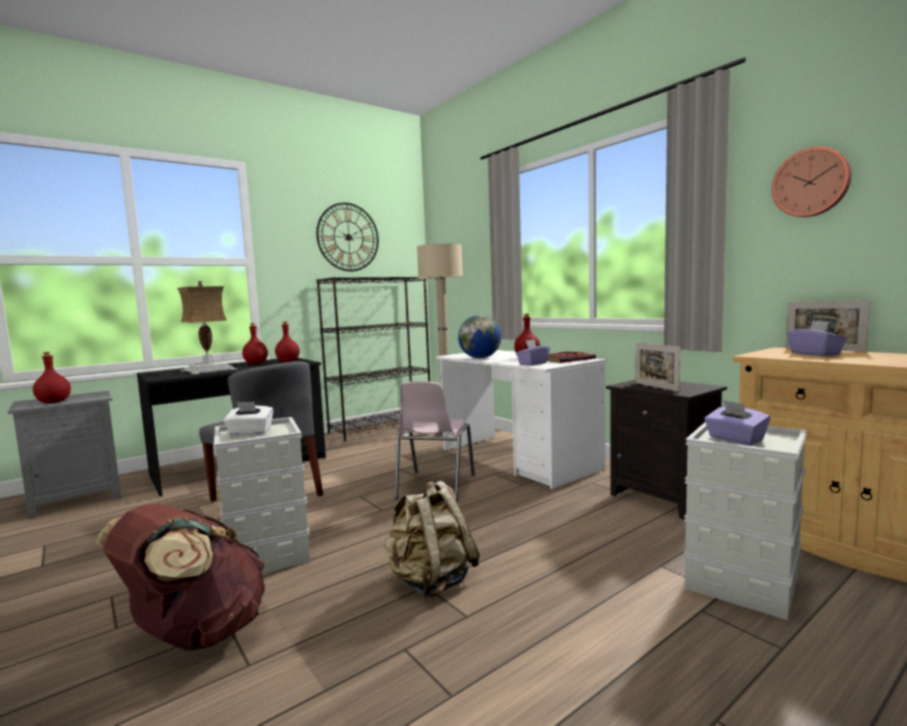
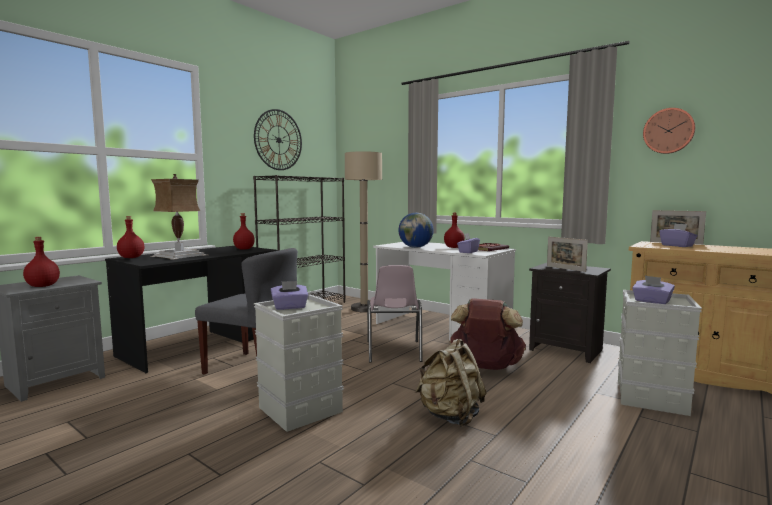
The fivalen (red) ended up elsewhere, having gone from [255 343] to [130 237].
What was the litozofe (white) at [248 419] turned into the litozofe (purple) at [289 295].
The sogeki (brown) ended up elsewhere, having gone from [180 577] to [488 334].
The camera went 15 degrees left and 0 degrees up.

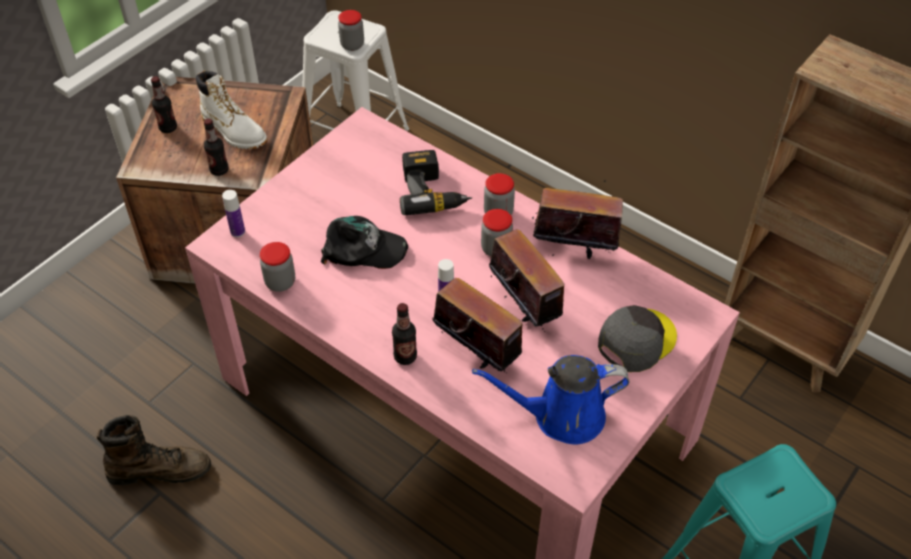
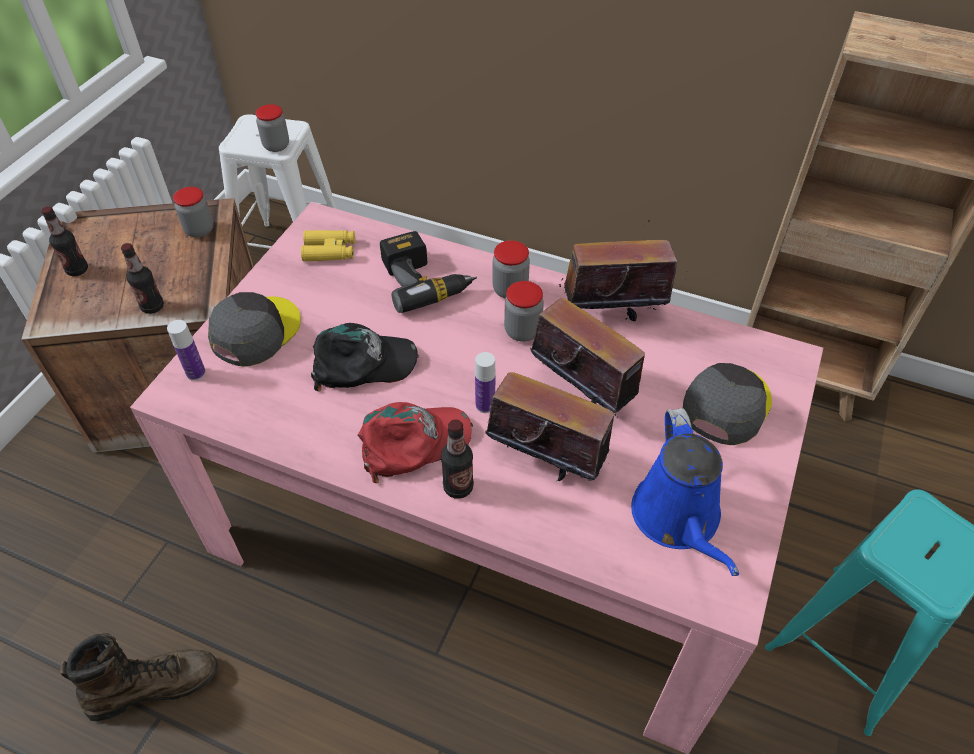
The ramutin ended up elsewhere, having gone from [277 267] to [193 212].
The second view gained the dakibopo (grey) at [254 329].
The second view gained the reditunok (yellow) at [328 245].
The second view gained the dakibopo (red) at [415 442].
The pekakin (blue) at [550 399] ended up facing another way, 75 degrees counterclockwise from before.
The second view lost the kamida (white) at [231 110].
The camera went 15 degrees left and 0 degrees up.

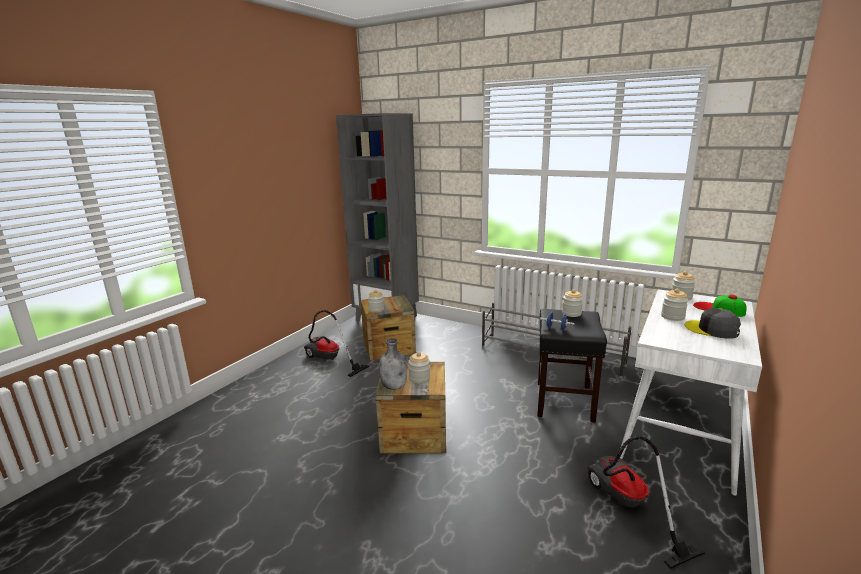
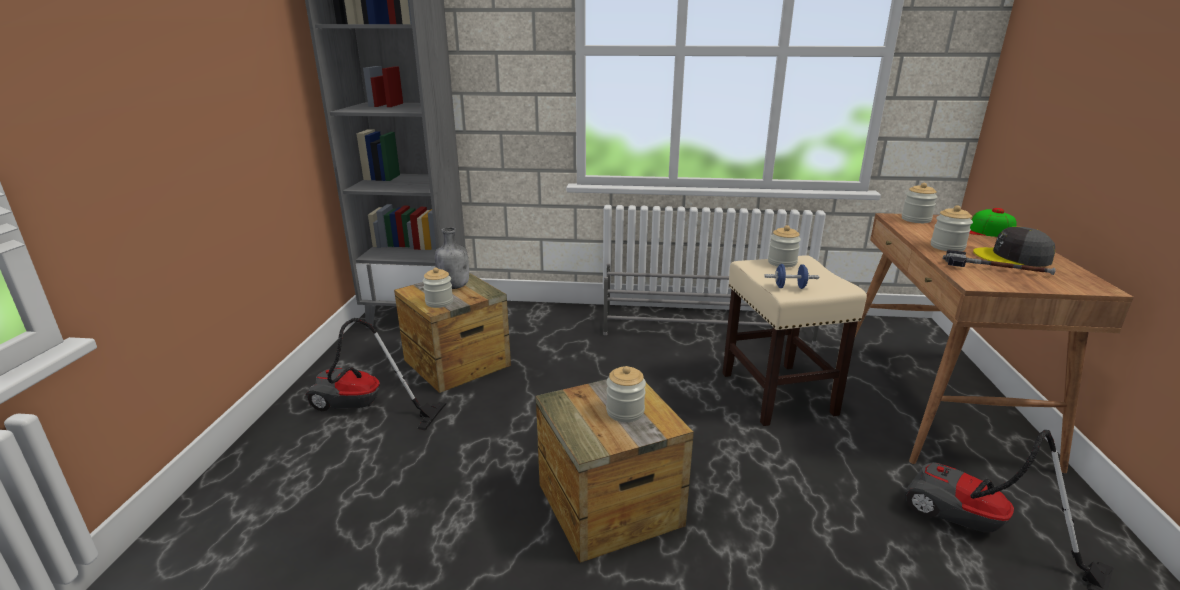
The fivalen (grey) ended up elsewhere, having gone from [393 364] to [452 258].
What was the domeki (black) at [572 366] turned into the domeki (beige) at [794 340].
What was the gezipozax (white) at [691 392] turned into the gezipozax (brown) at [994 343].
The second view gained the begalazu at [999 262].
The camera went 25 degrees left and 5 degrees up.

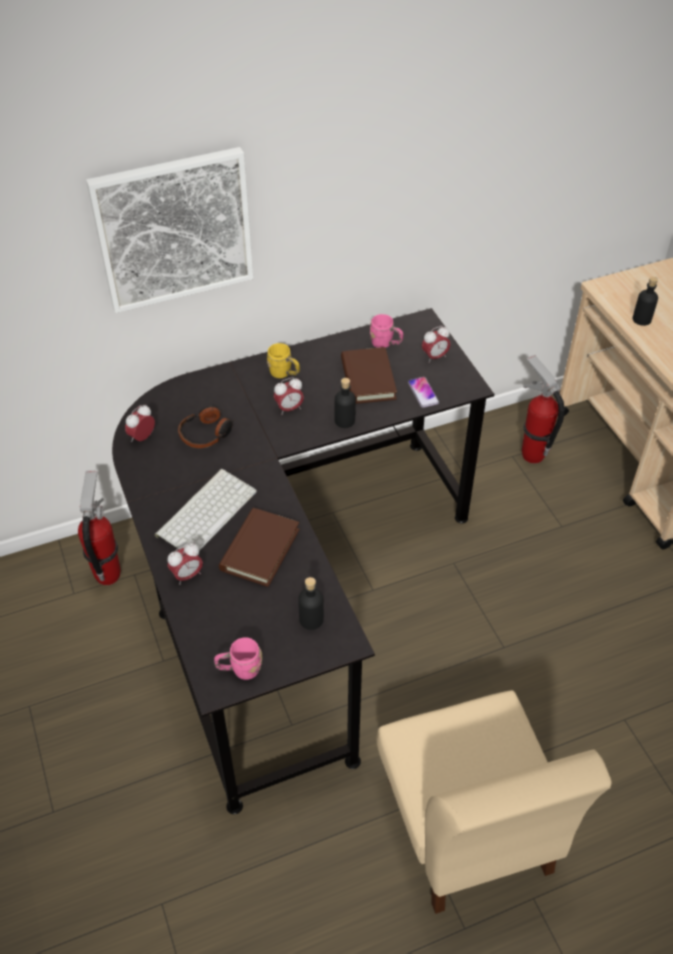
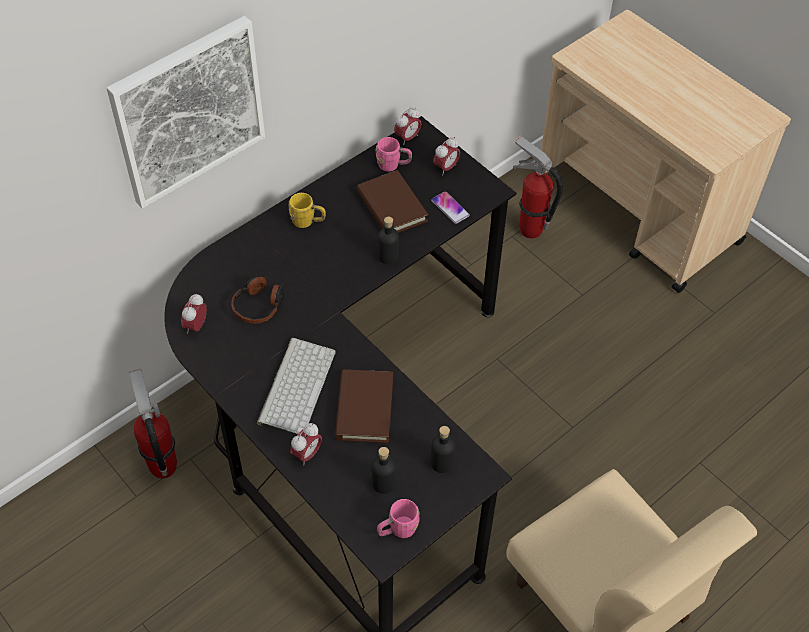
The fivalen (black) ended up elsewhere, having gone from [645 301] to [384 470].
The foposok ended up elsewhere, having gone from [289 396] to [407 126].
The camera went 20 degrees left and 5 degrees up.

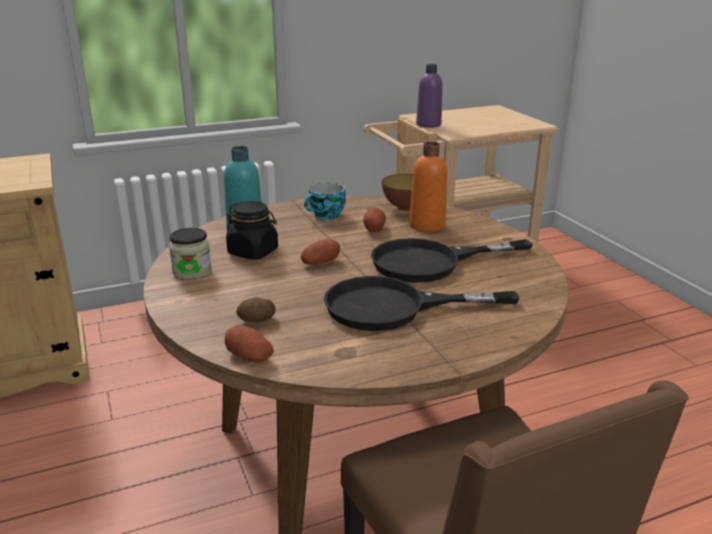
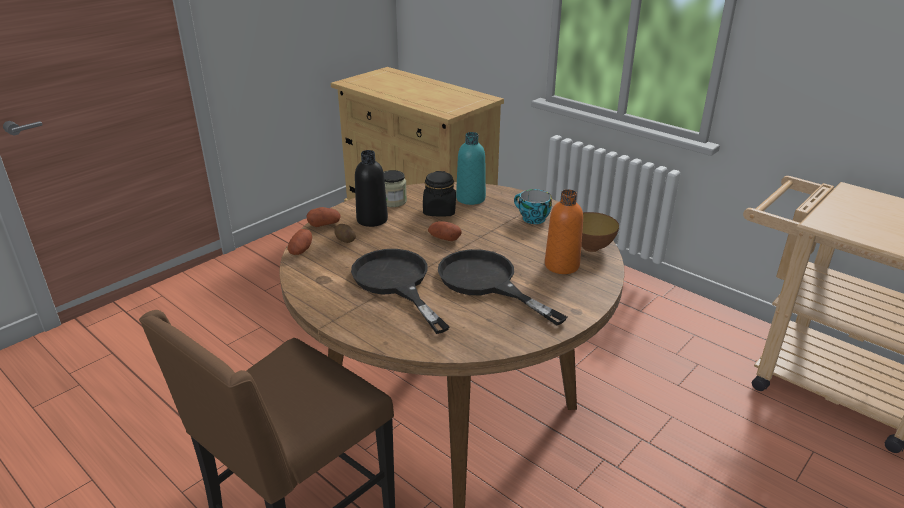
The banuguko ended up elsewhere, having gone from [374 220] to [323 217].
The second view gained the fivalen (black) at [371 188].
The second view lost the fivalen (purple) at [429 96].
The camera went 65 degrees right and 5 degrees up.

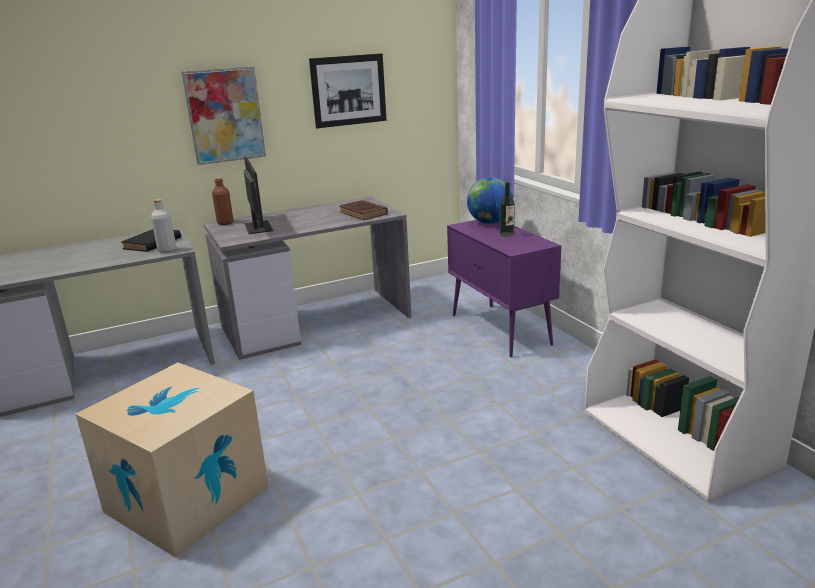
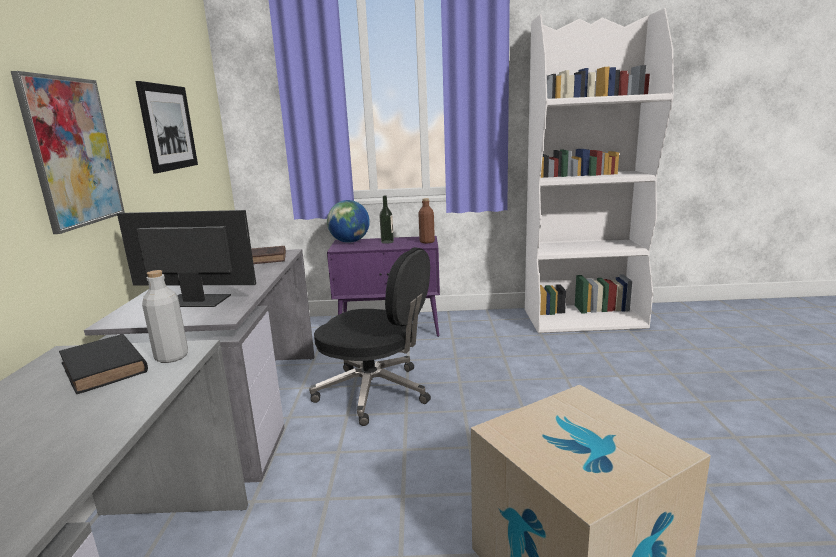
The second view gained the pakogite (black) at [370 336].
The fivalen (brown) ended up elsewhere, having gone from [223 201] to [426 220].
The camera went 65 degrees left and 5 degrees down.

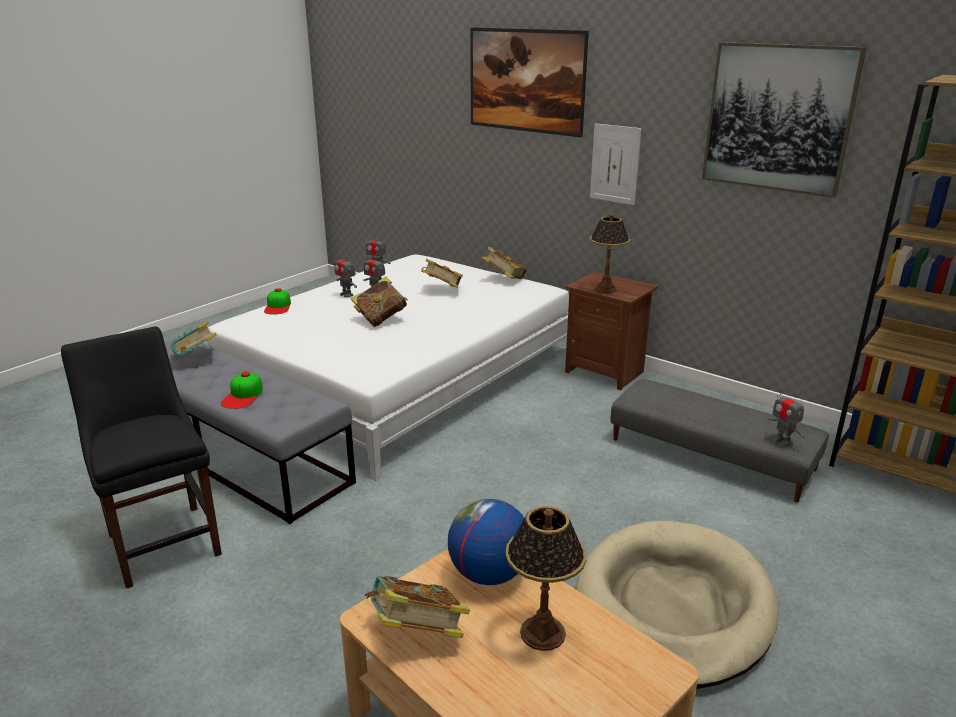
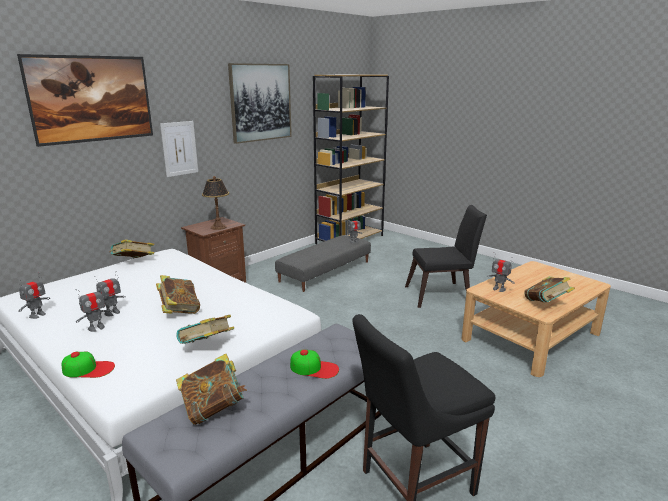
The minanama ended up elsewhere, having gone from [442 273] to [205 329].
Where the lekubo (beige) stood at [677 605], the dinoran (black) came to stand at [446 256].
Where the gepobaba stood at [486 542], the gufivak came to stand at [501 272].
The second view lost the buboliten at [546 578].
The camera went 85 degrees left and 5 degrees down.

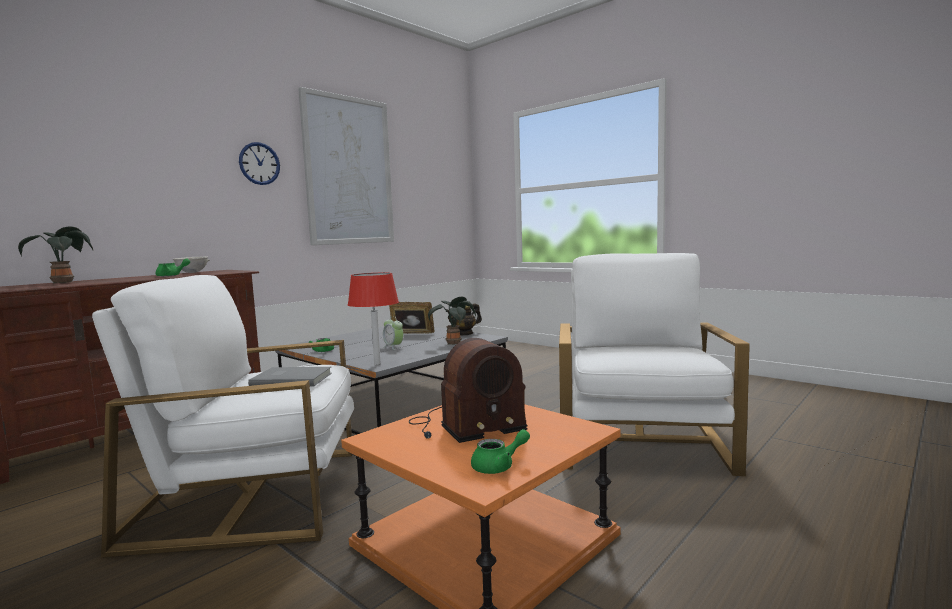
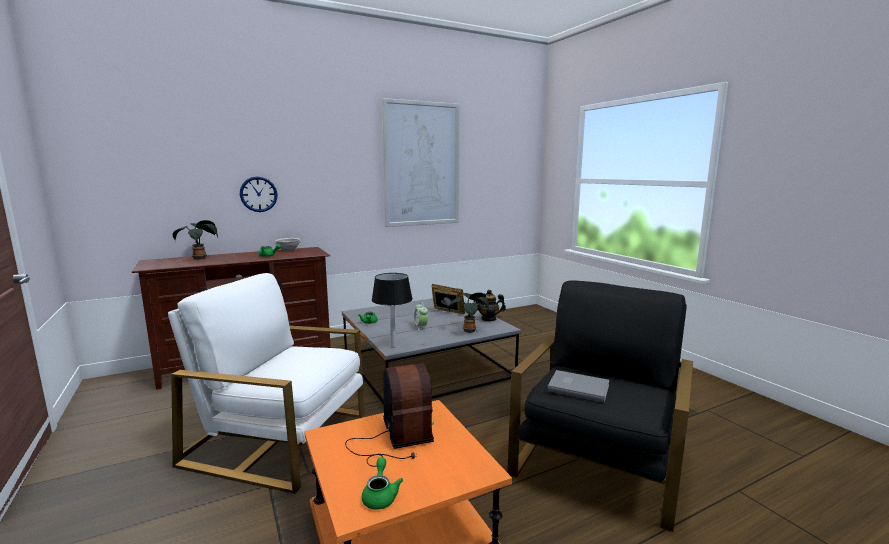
The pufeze ended up elsewhere, having gone from [259 163] to [259 194].
The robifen at [468 390] ended up facing another way, 105 degrees counterclockwise from before.
The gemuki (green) at [500 451] ended up facing another way, 90 degrees counterclockwise from before.
What was the buboliten (red) at [373 319] turned into the buboliten (black) at [392 310].
What was the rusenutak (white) at [654 364] turned into the rusenutak (black) at [600 406].
The minanama (grey) ended up elsewhere, having gone from [290 377] to [578 386].
The camera went 20 degrees right and 5 degrees up.

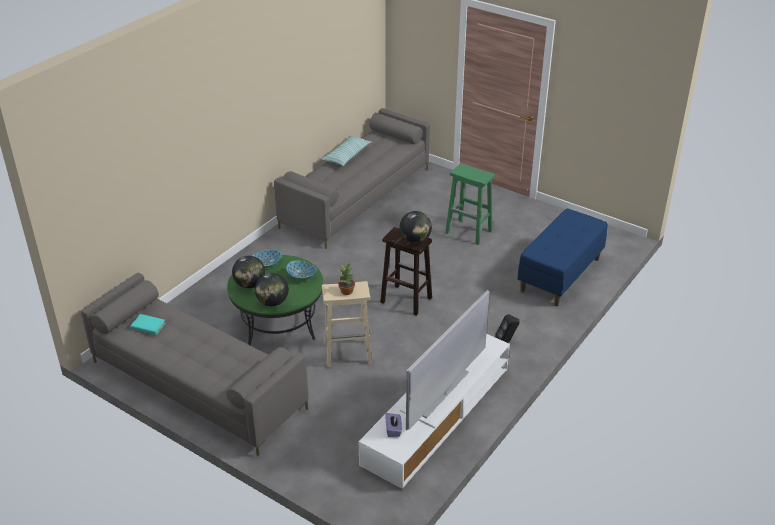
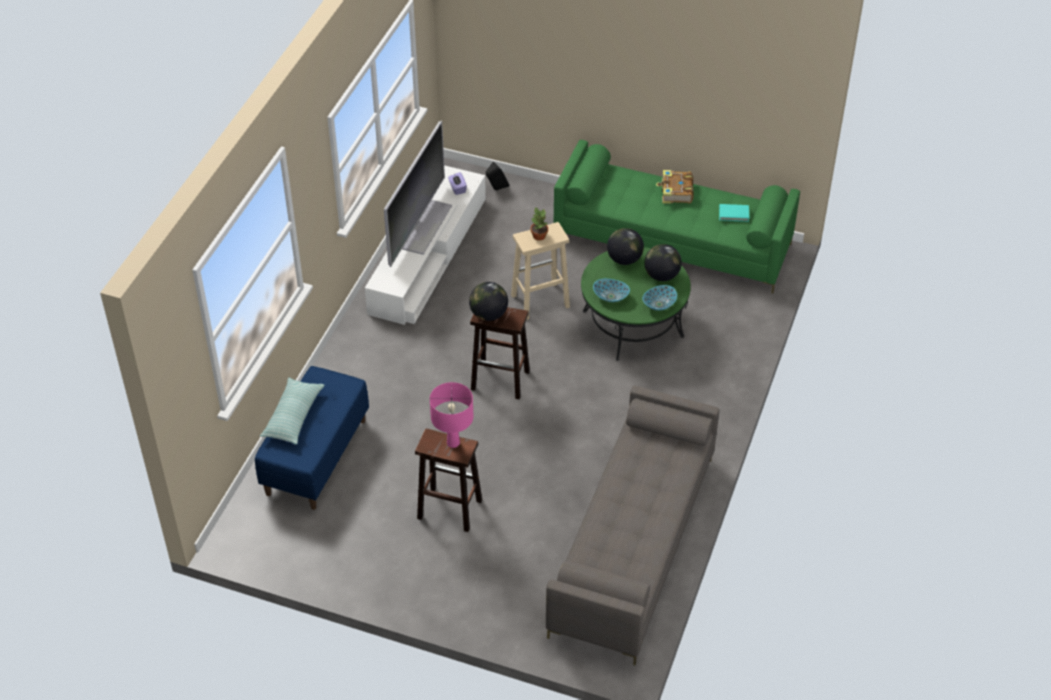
The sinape ended up elsewhere, having gone from [346 150] to [292 411].
What was the domeki (green) at [470 204] turned into the domeki (brown) at [448 480].
The second view gained the buboliten (pink) at [452 415].
The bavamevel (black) ended up elsewhere, having gone from [507 328] to [497 176].
What was the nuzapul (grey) at [195 364] turned into the nuzapul (green) at [677 217].
The second view gained the minanama at [675 187].
The camera went 165 degrees right and 10 degrees up.

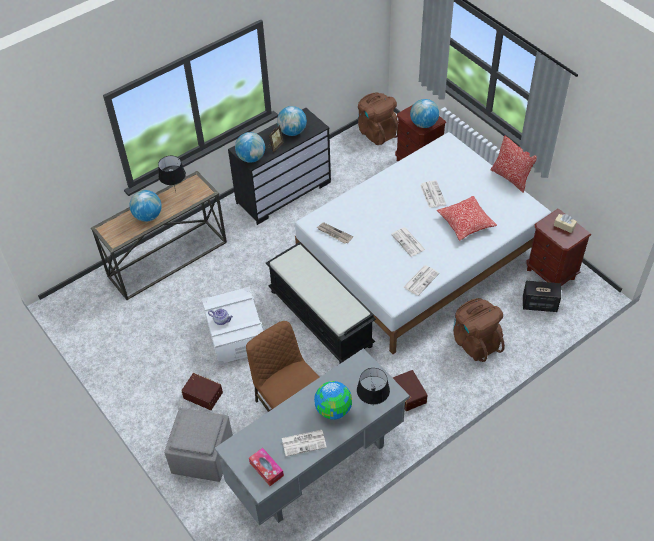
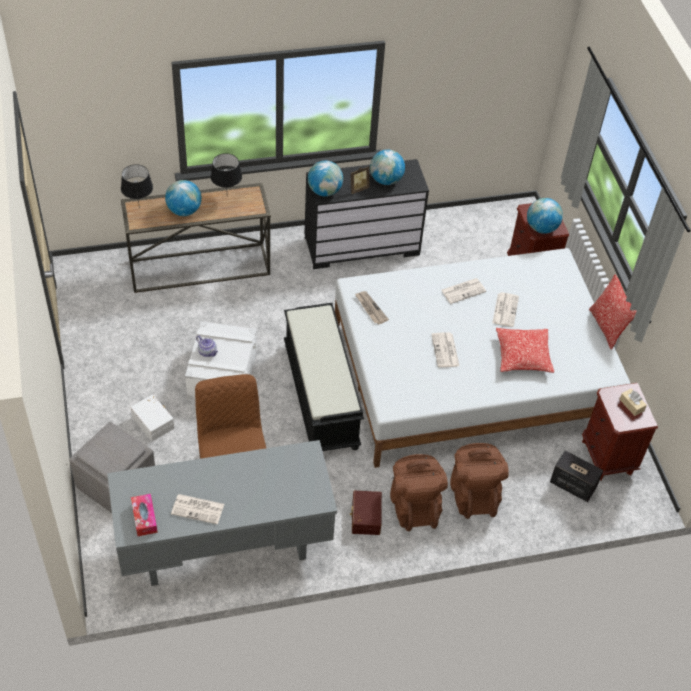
The buboliten (black) ended up elsewhere, having gone from [373 386] to [137 186].
What was the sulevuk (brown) at [202 391] turned into the sulevuk (white) at [152 417].
The sogeki (brown) ended up elsewhere, having gone from [378 118] to [419 492].
The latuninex ended up elsewhere, having gone from [421 280] to [463 291].
The second view lost the gepobaba at [333 400].
The camera went 20 degrees right and 0 degrees up.

